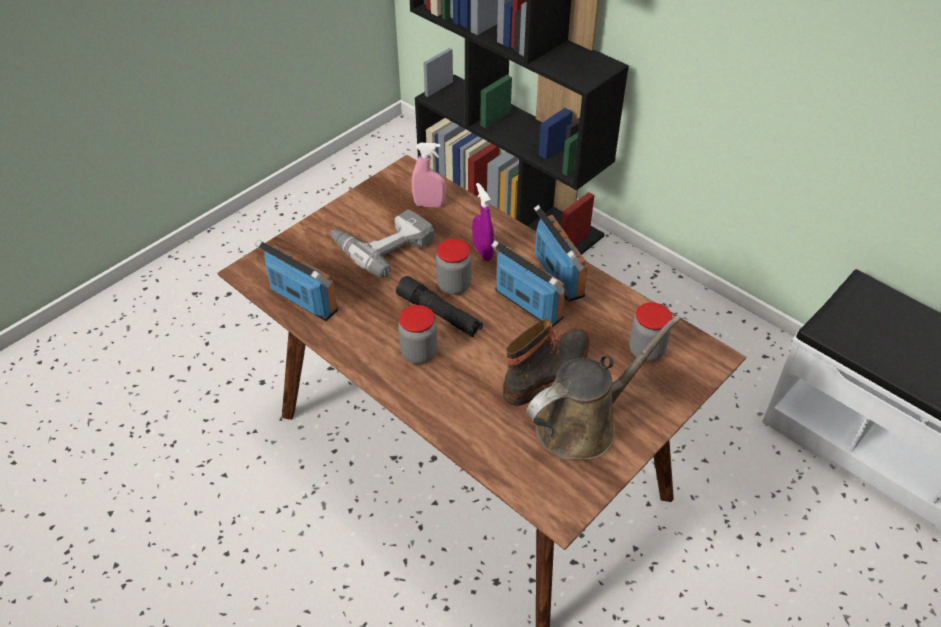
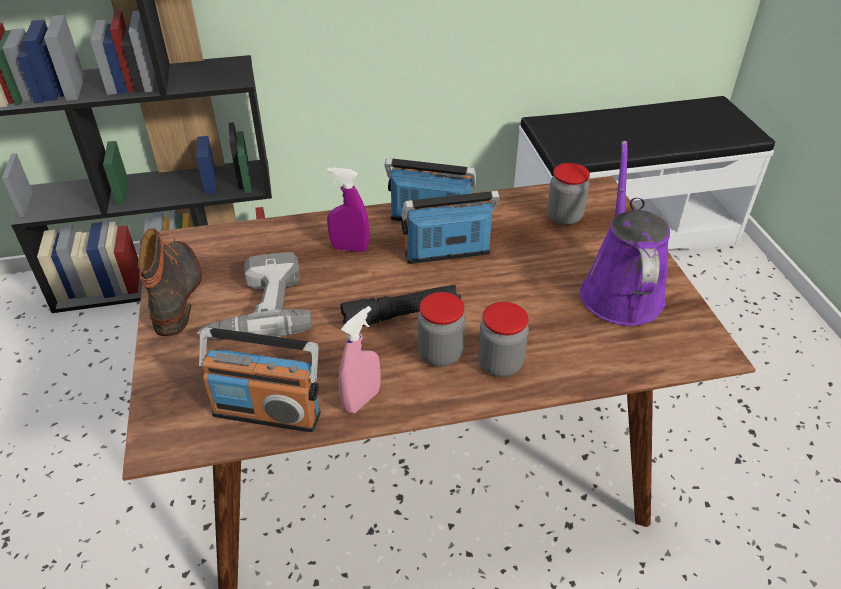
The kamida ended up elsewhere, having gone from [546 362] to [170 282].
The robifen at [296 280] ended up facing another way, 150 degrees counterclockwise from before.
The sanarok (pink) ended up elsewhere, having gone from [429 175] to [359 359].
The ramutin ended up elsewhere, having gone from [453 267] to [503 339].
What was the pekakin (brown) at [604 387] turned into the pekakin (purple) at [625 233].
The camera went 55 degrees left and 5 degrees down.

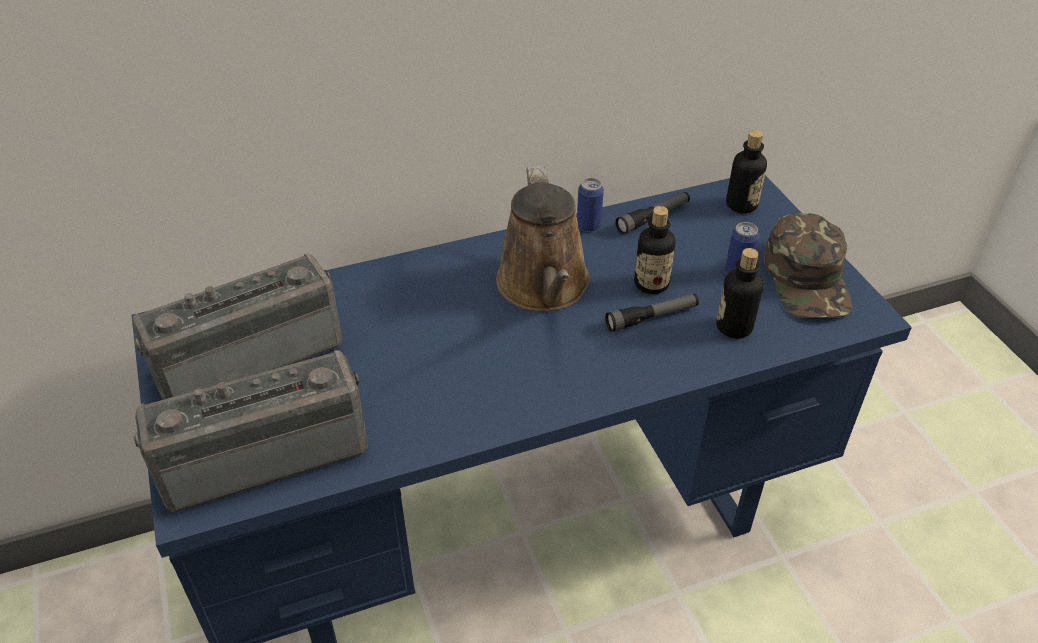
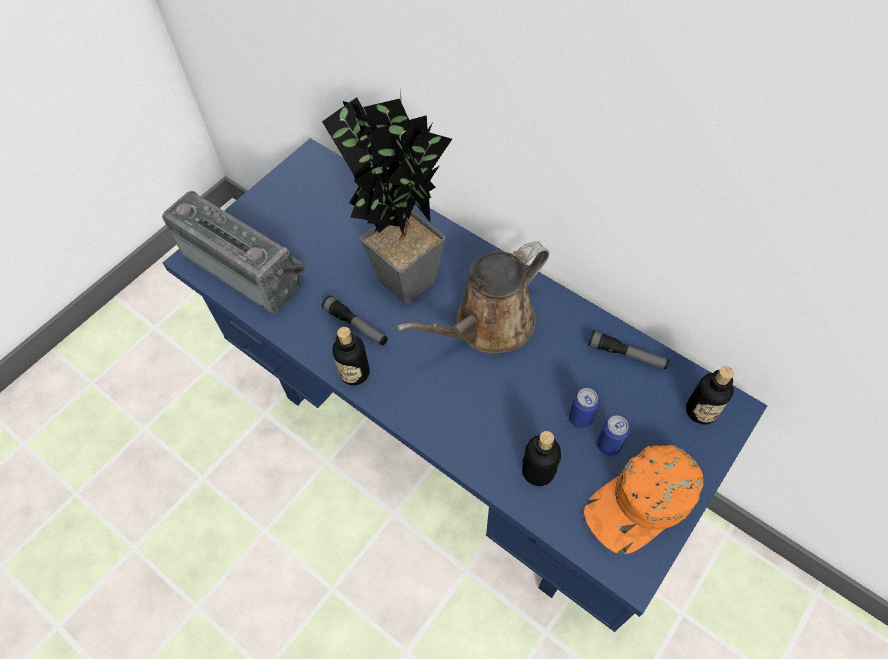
The second view gained the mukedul at [387 195].
The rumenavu ended up elsewhere, having gone from [652 313] to [355 320].
The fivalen ended up elsewhere, having gone from [654 250] to [350 356].
The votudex ended up elsewhere, having gone from [590 205] to [584 408].
What was the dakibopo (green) at [808 265] turned into the dakibopo (orange) at [643 499].
The second view lost the robifen at [237 327].
The camera went 60 degrees right and 15 degrees up.

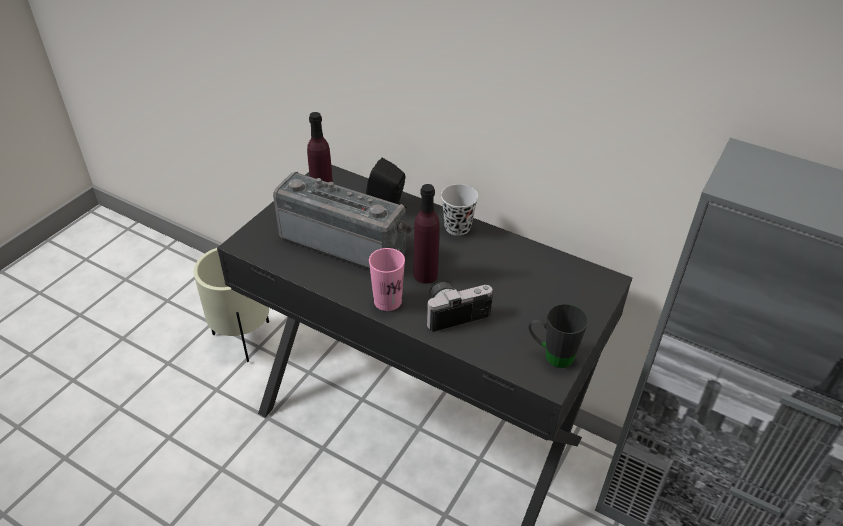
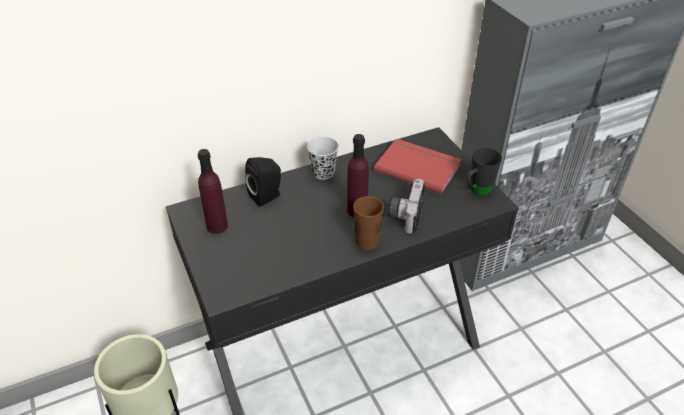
What was the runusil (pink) at [387 279] turned into the runusil (brown) at [368 223].
The second view gained the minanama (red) at [418 166].
The second view lost the robifen at [343 221].
The camera went 55 degrees left and 0 degrees up.

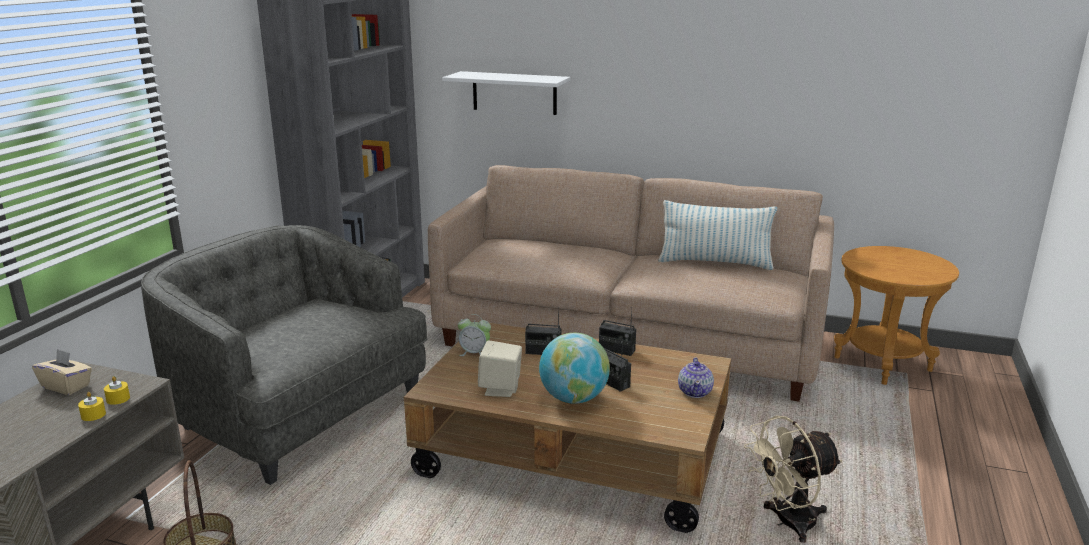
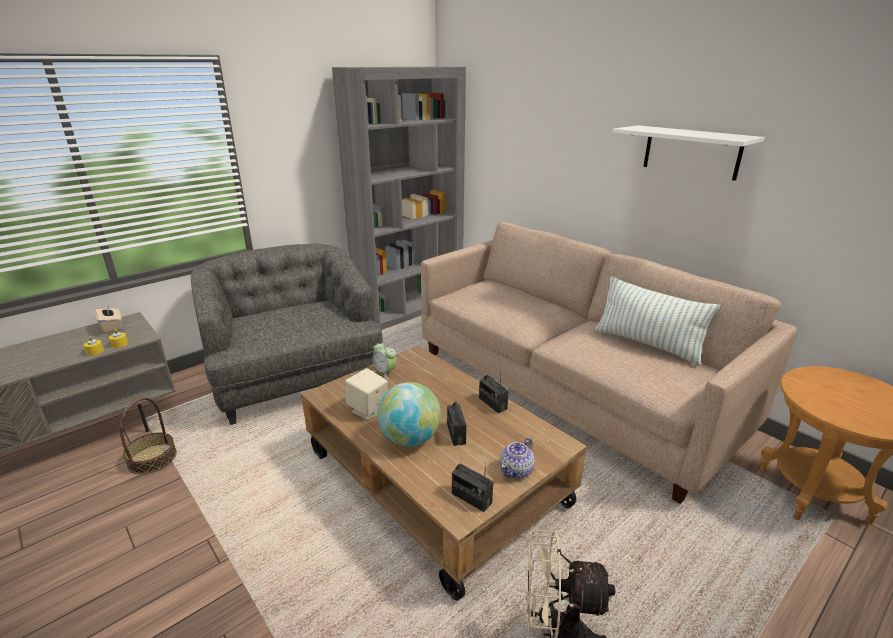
The robifen ended up elsewhere, having gone from [543 331] to [472 487].
The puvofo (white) ended up elsewhere, having gone from [506 93] to [688 153].
The camera went 30 degrees right and 5 degrees up.

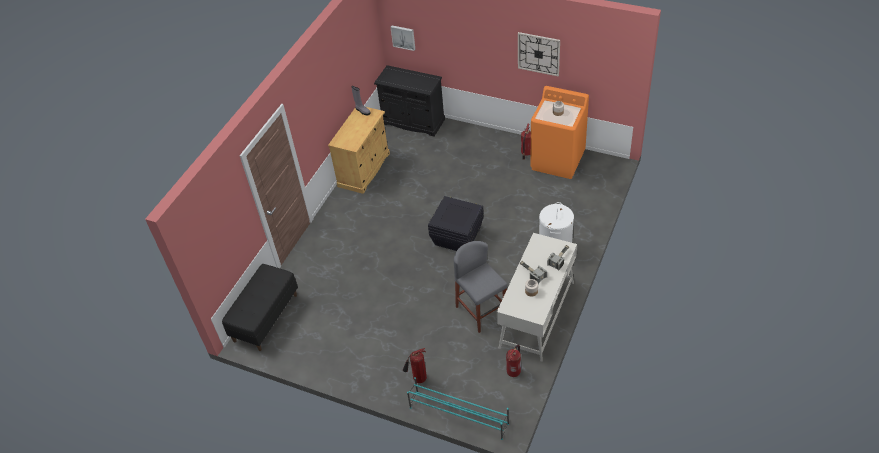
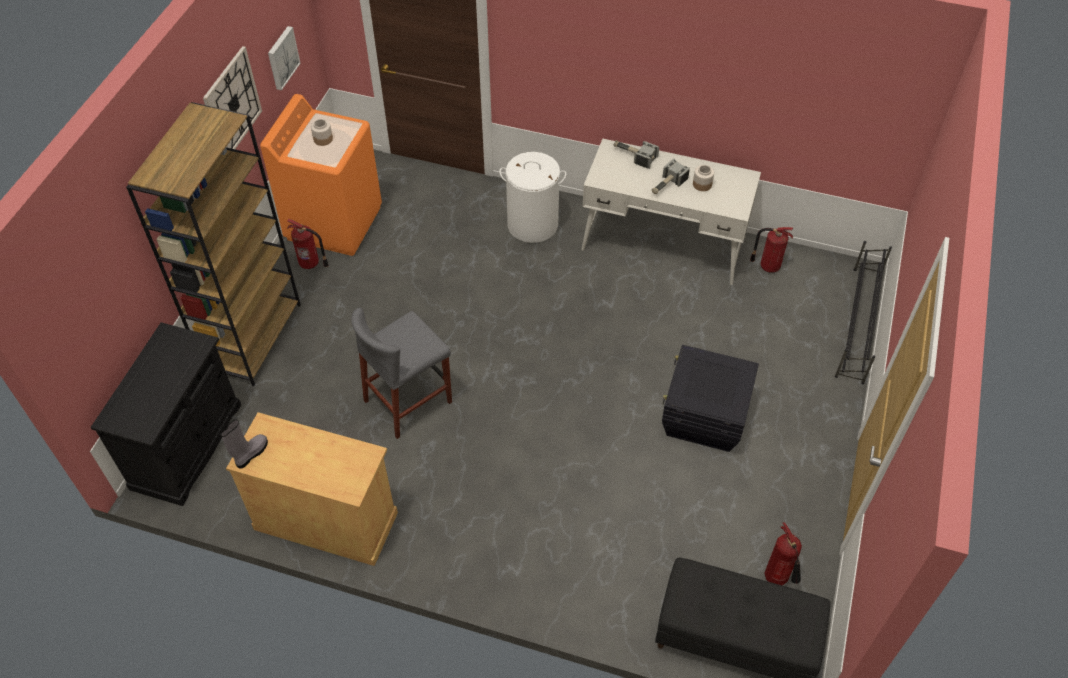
The second view gained the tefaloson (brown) at [213 244].
The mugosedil ended up elsewhere, having gone from [402 38] to [284 58].
The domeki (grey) ended up elsewhere, having gone from [480 287] to [401 373].
The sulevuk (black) ended up elsewhere, having gone from [456 223] to [710 398].
The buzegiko ended up elsewhere, having gone from [415 365] to [783 554].
What was the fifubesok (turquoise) at [458 408] turned into the fifubesok (black) at [863 312].
The camera went 100 degrees left and 5 degrees up.

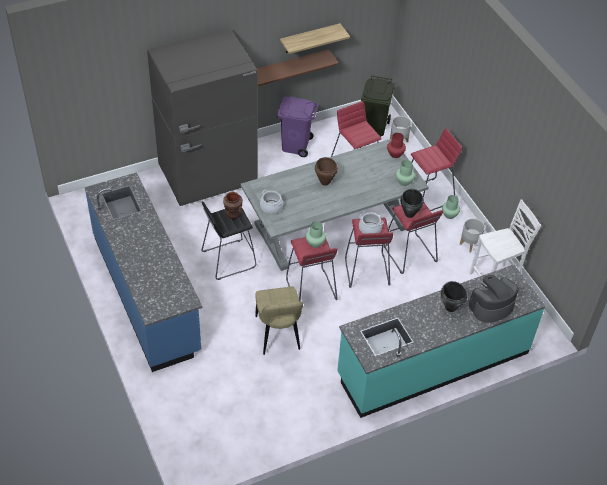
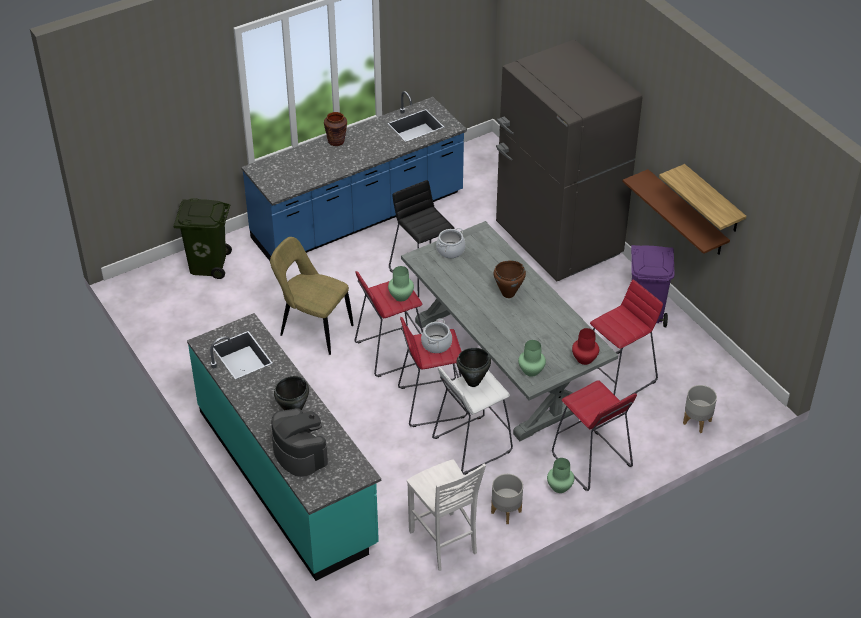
The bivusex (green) ended up elsewhere, having gone from [378 106] to [202 238].
The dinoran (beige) at [279 320] ended up facing another way, 45 degrees clockwise from before.
The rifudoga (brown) ended up elsewhere, having gone from [233 205] to [335 129].
What was the domeki (red) at [413 238] turned into the domeki (white) at [472 421].
The camera went 85 degrees right and 5 degrees down.

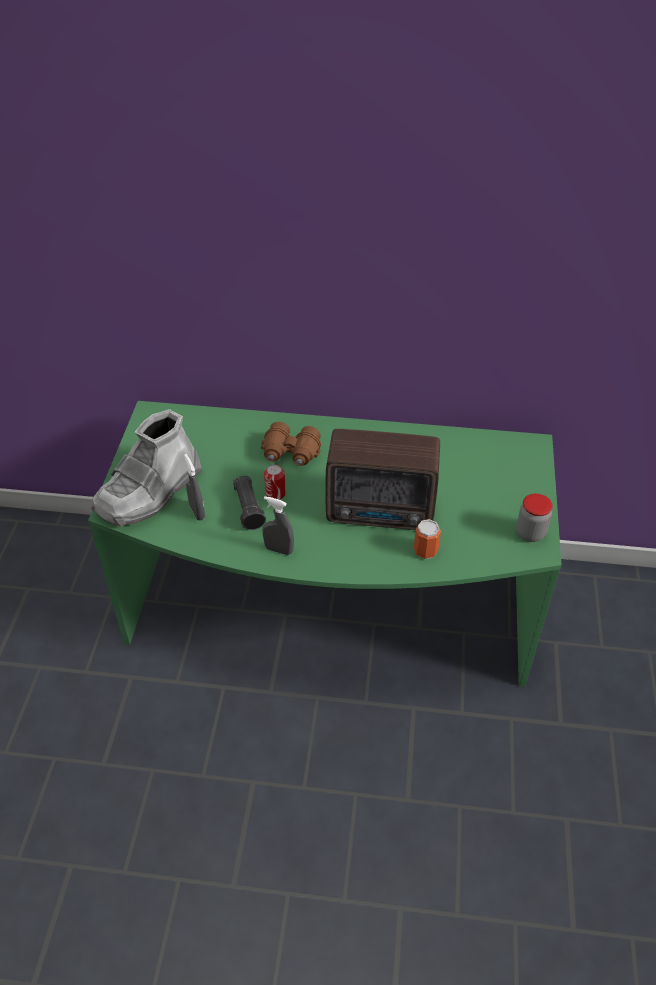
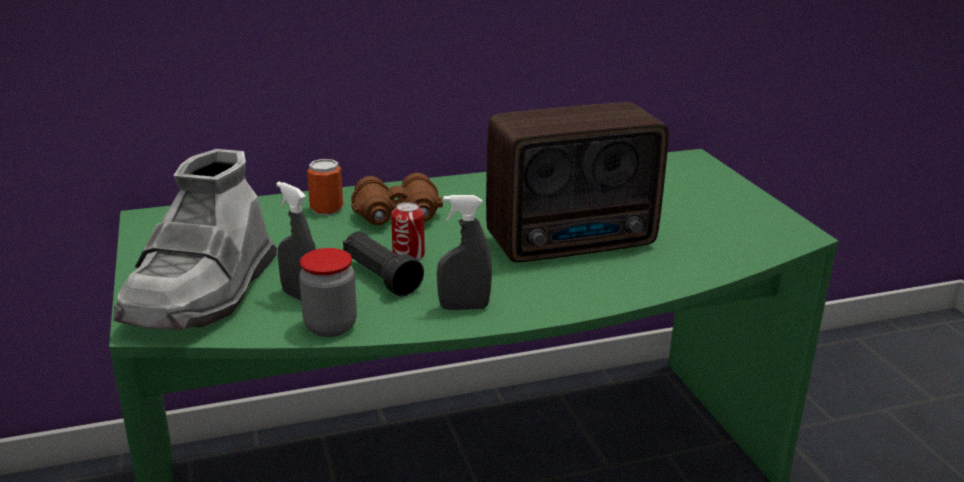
The ramutin ended up elsewhere, having gone from [534 518] to [328 292].
The votudex ended up elsewhere, having gone from [427 539] to [325 187].
The camera went 25 degrees left and 20 degrees down.

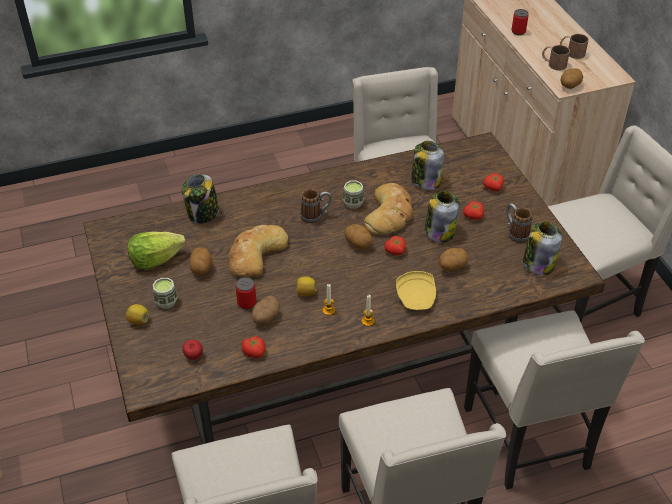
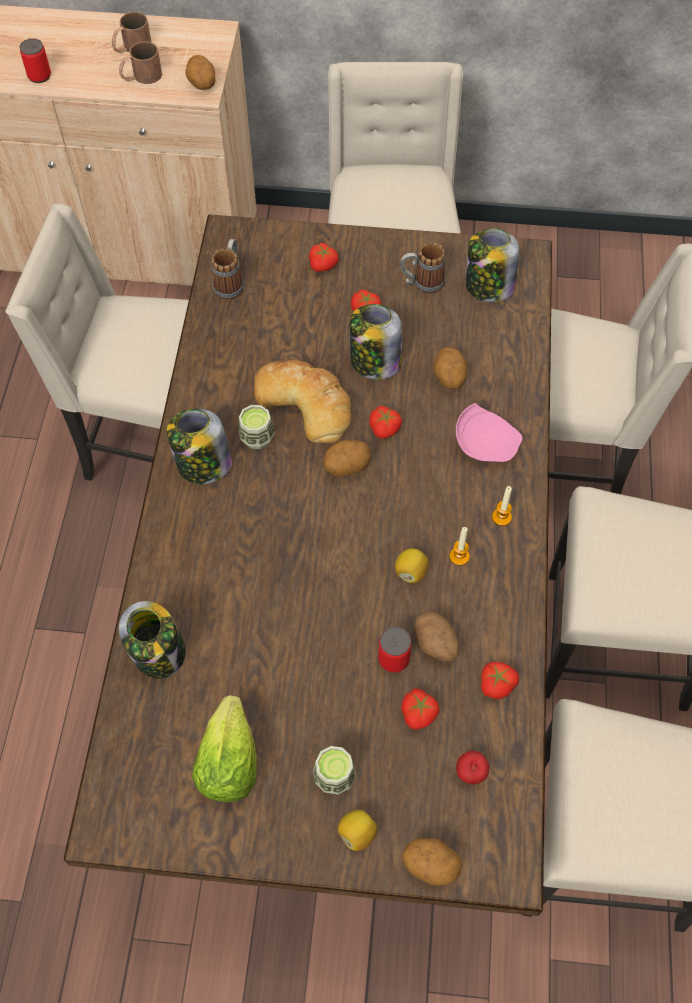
The ramutin ended up elsewhere, having gone from [427 165] to [199 446].
The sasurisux ended up elsewhere, having gone from [316 206] to [227 269].
The second view gained the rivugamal at [420 709].
The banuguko ended up elsewhere, having gone from [200 261] to [431 862].
What was the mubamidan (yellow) at [416 290] turned into the mubamidan (pink) at [489 432].
The second view lost the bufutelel at [258 251].
The camera went 65 degrees left and 15 degrees up.

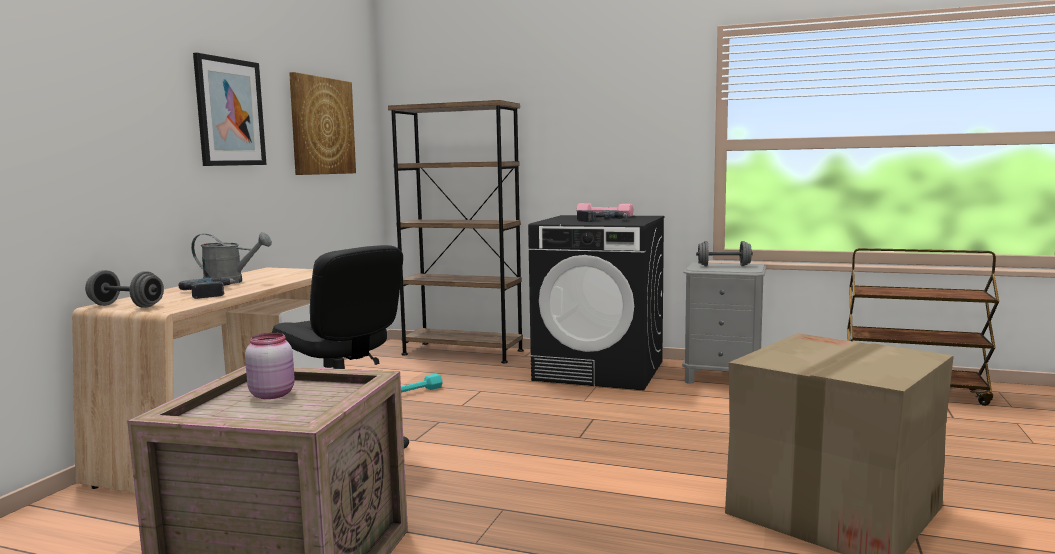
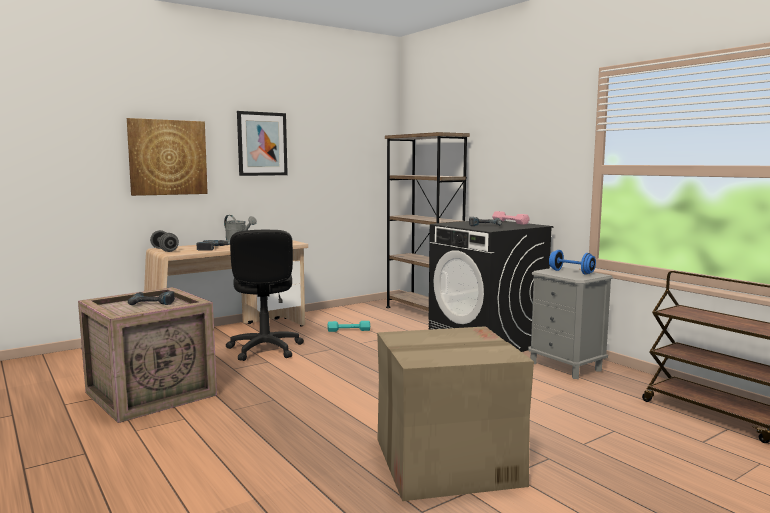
The mugosedil ended up elsewhere, having gone from [322 123] to [167 157].
Where the ramutin (pink) stood at [270 366], the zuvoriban came to stand at [151 298].
What was the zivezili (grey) at [724 253] turned into the zivezili (blue) at [572 262].
The camera went 35 degrees right and 0 degrees up.

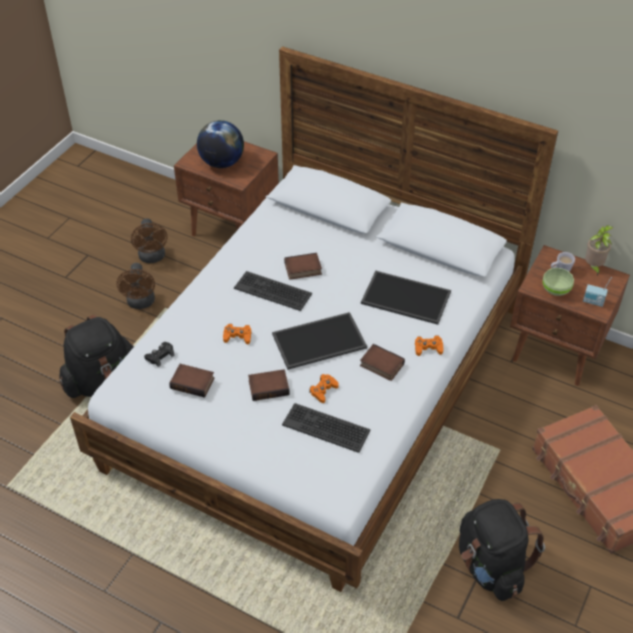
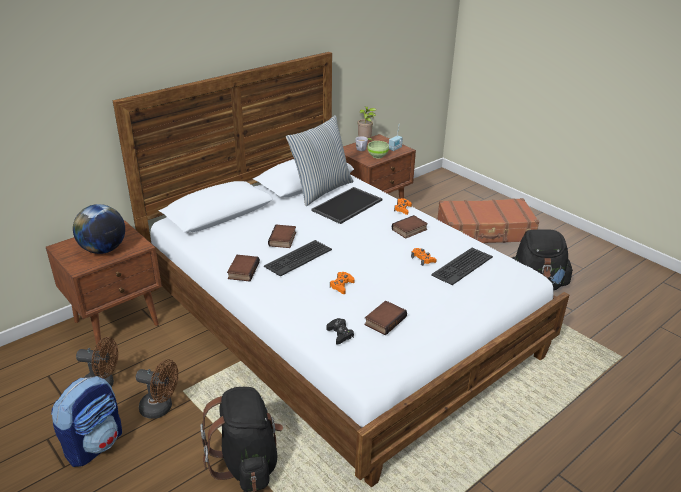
The second view gained the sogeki at [86 421].
The minanama ended up elsewhere, having gone from [269 385] to [243 268].
The second view gained the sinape at [319 160].
The second view lost the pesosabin at [319 341].
The camera went 70 degrees left and 15 degrees down.

